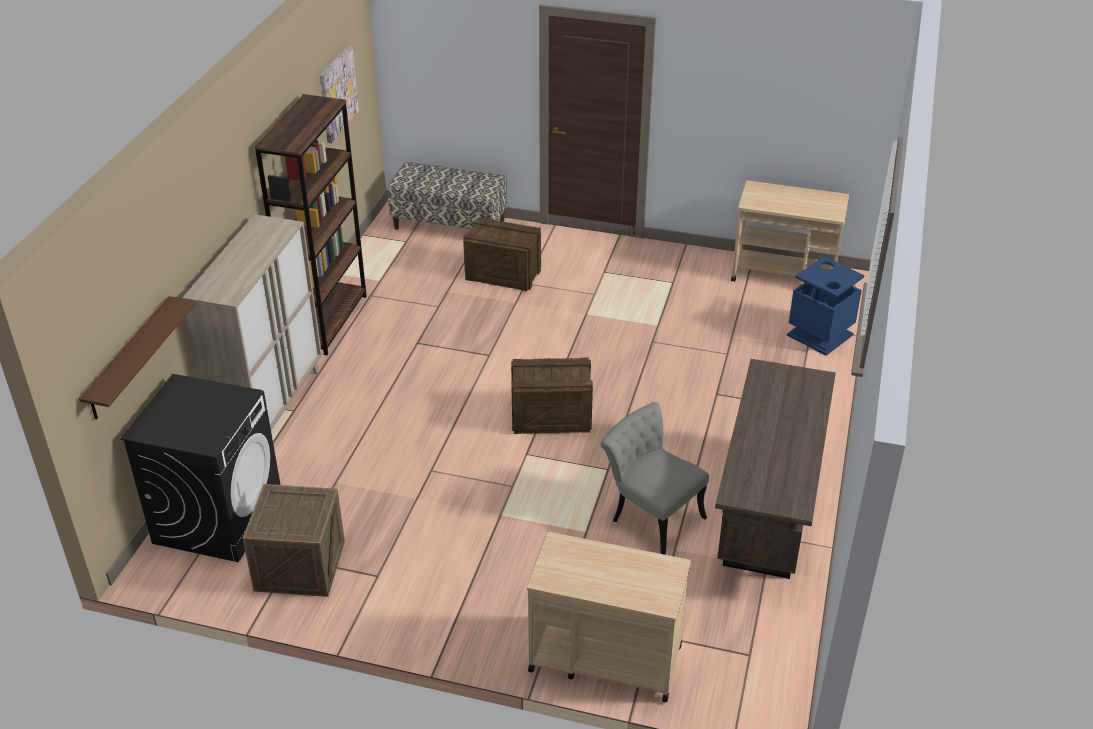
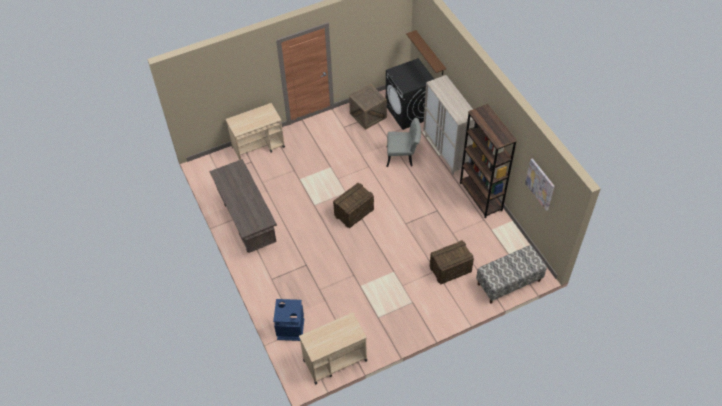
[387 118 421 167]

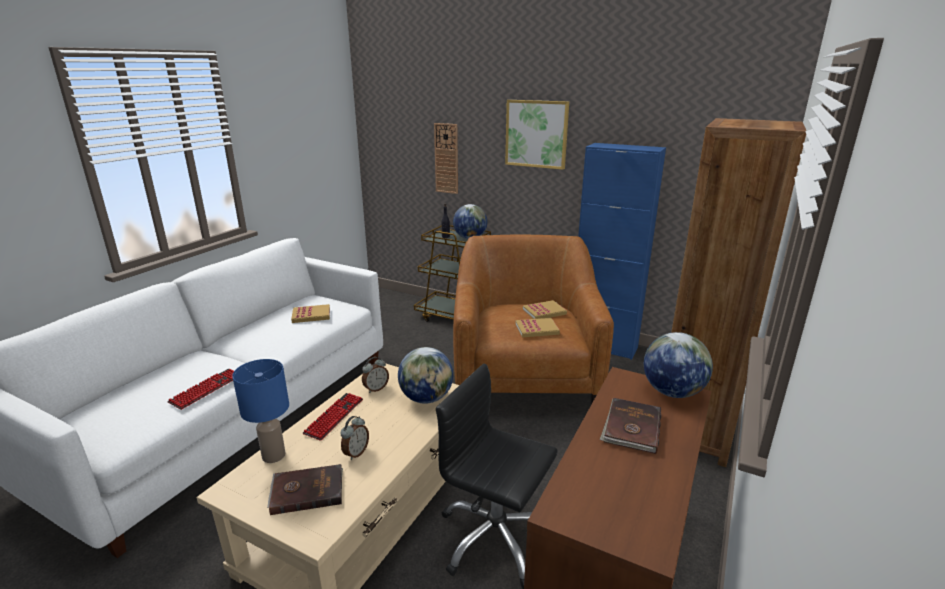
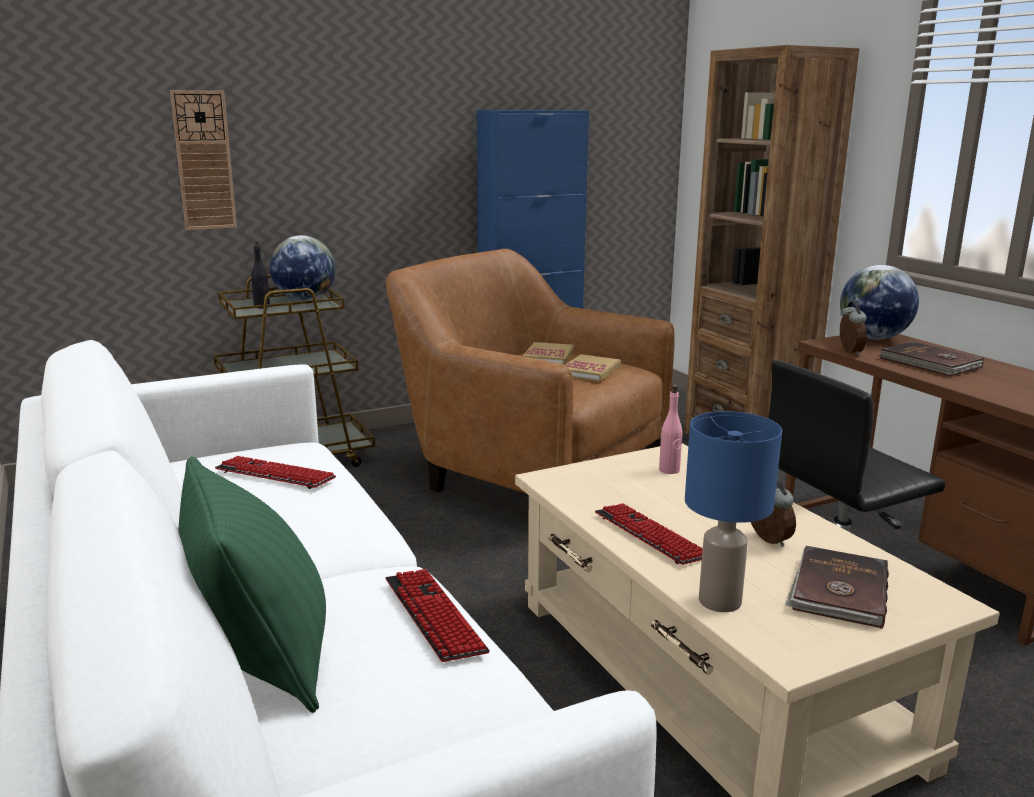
[215 456 336 489]
[840 301 867 356]
[659 384 682 474]
[505 100 569 170] (first image)
[178 456 326 713]

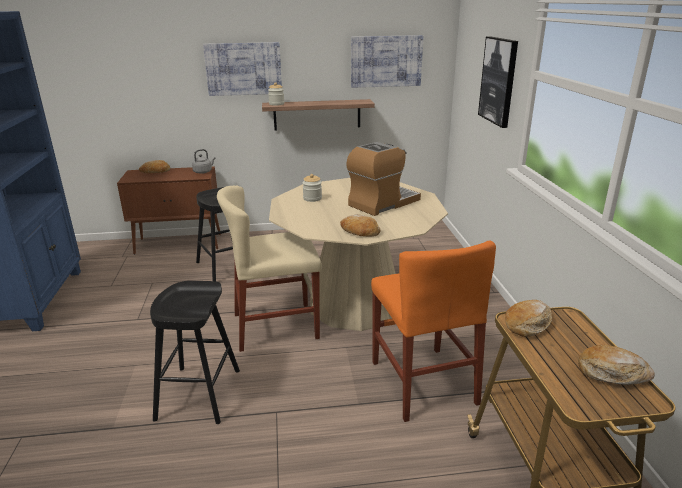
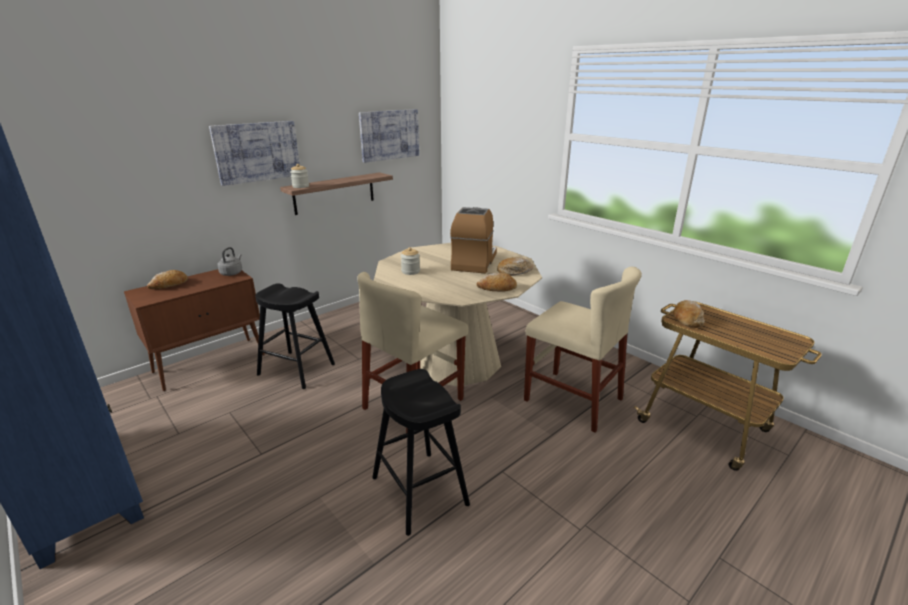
[524 267 642 433]
[478 36 518 128] (first image)
[497 257 533 276]

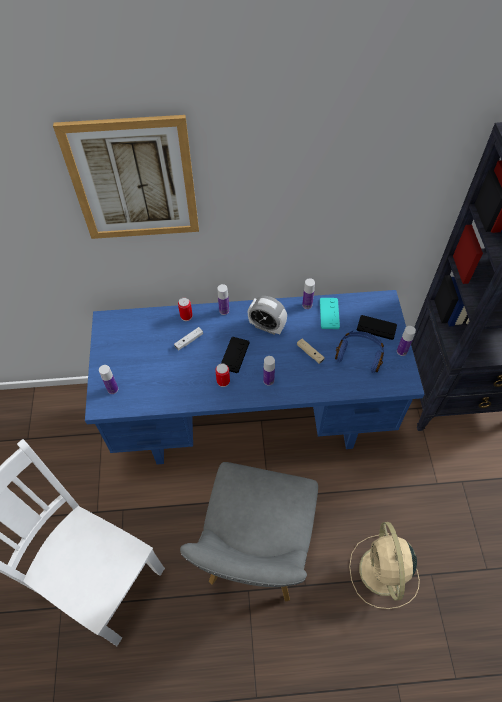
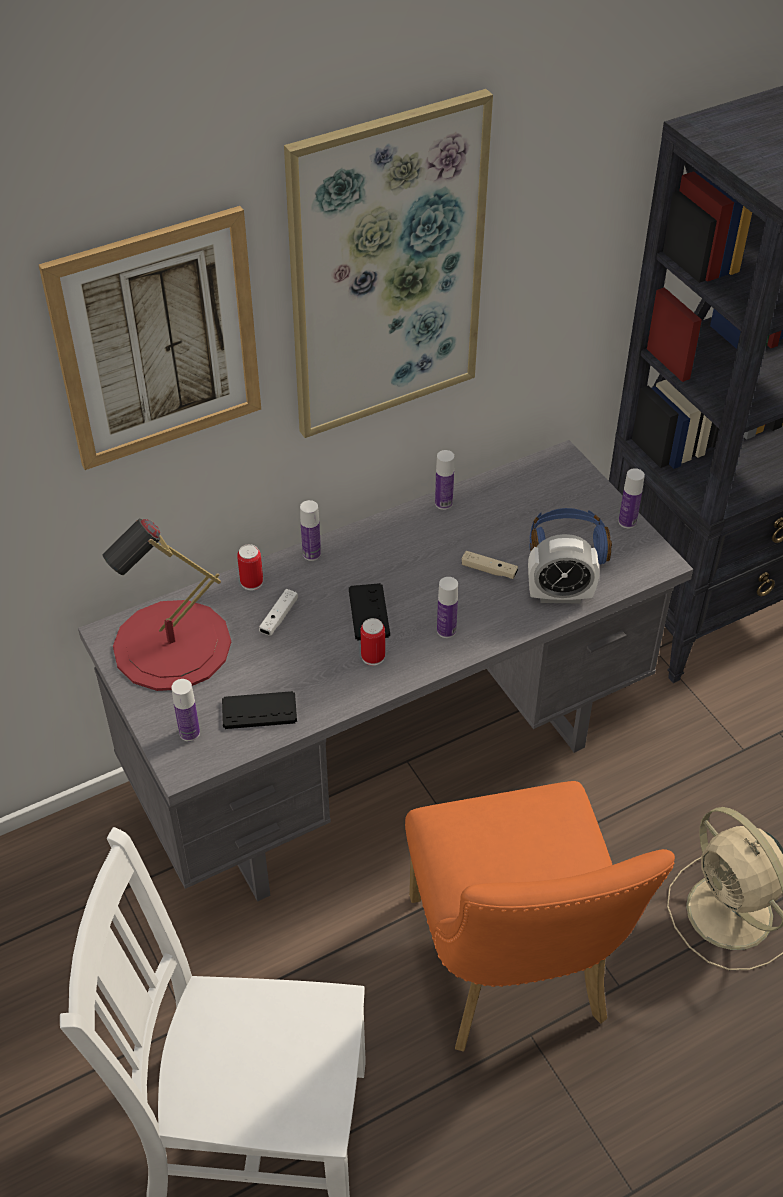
[78 440 693 902]
[405 781 675 1051]
[528 534 599 604]
[320 298 340 329] (first image)
[222 691 297 729]
[102 519 231 691]
[284 89 493 438]

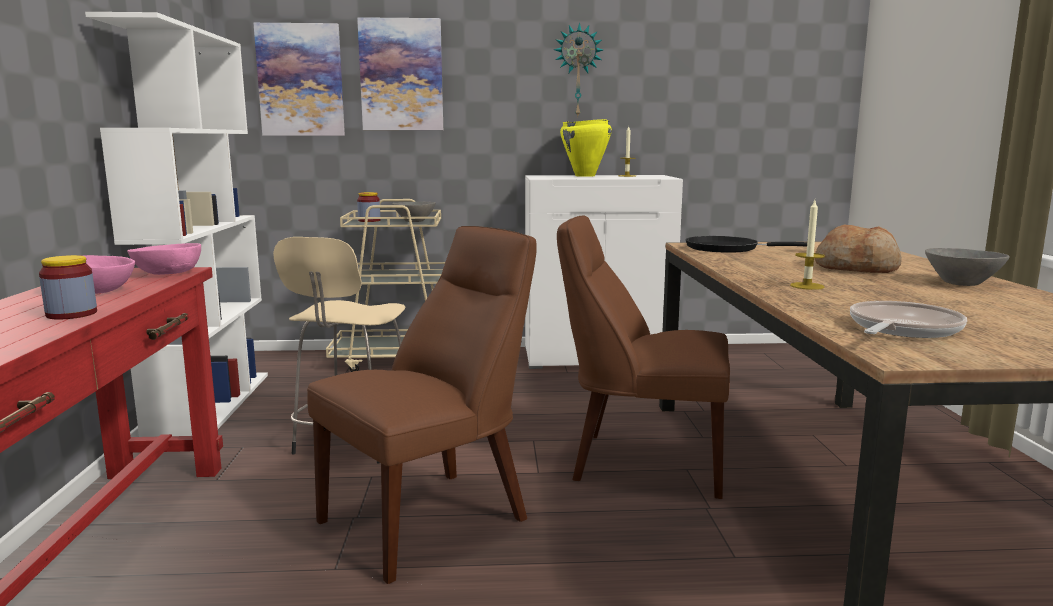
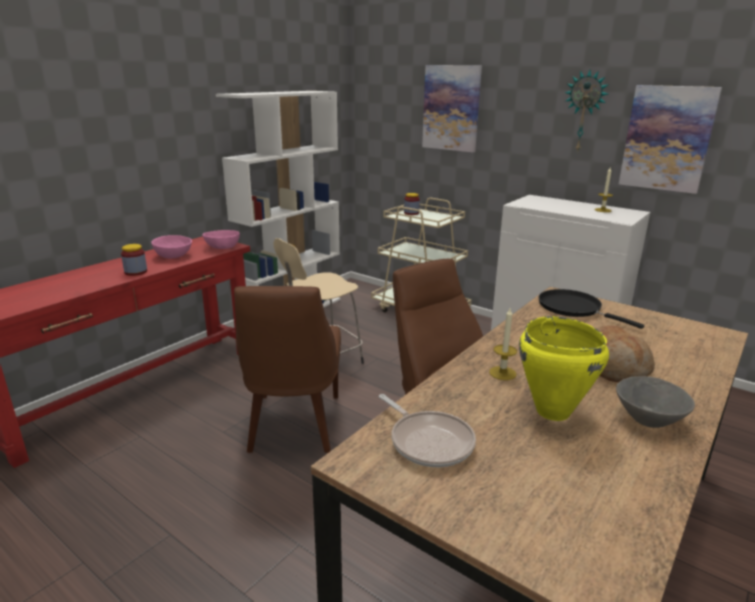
[619 85 722 194]
[234 286 341 453]
[392 202 436 222] (first image)
[519 316 609 421]
[378 394 476 467]

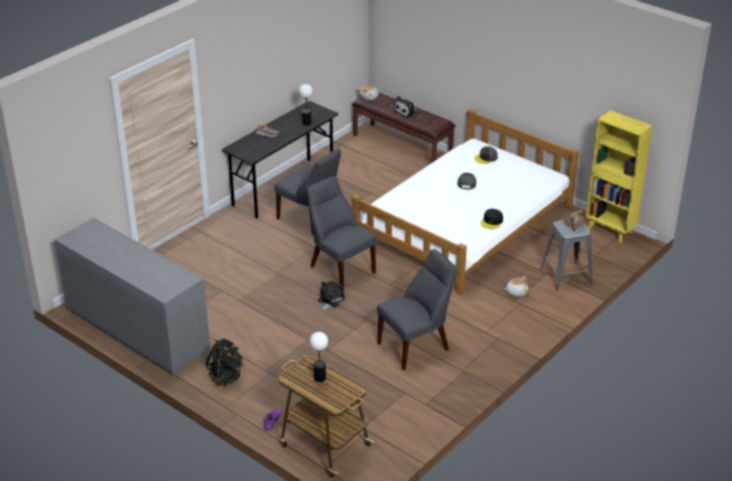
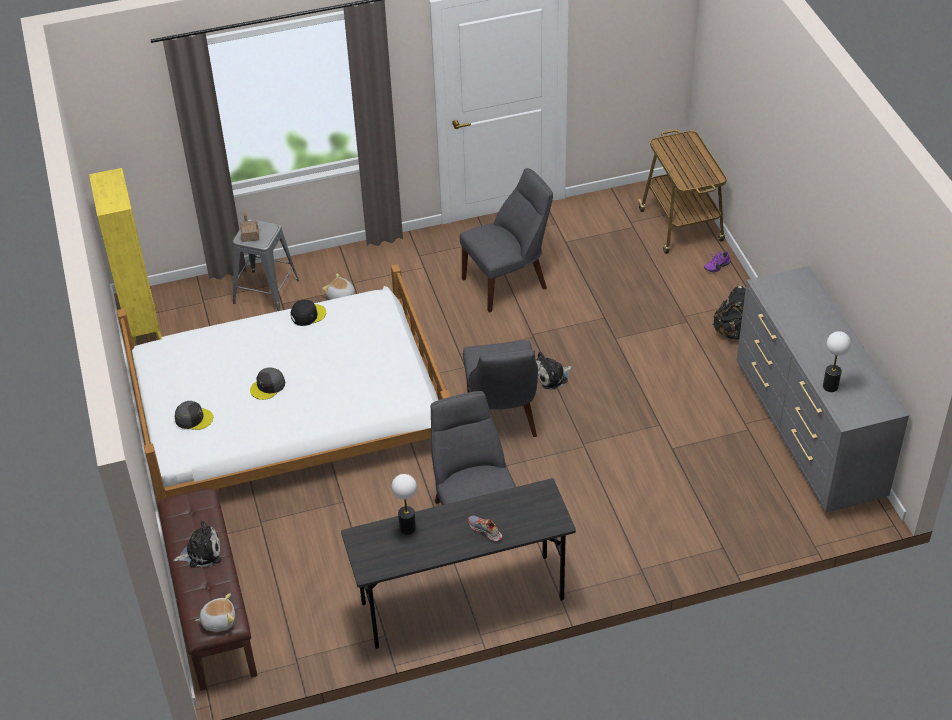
[823 331 851 392]
[460 168 553 313]

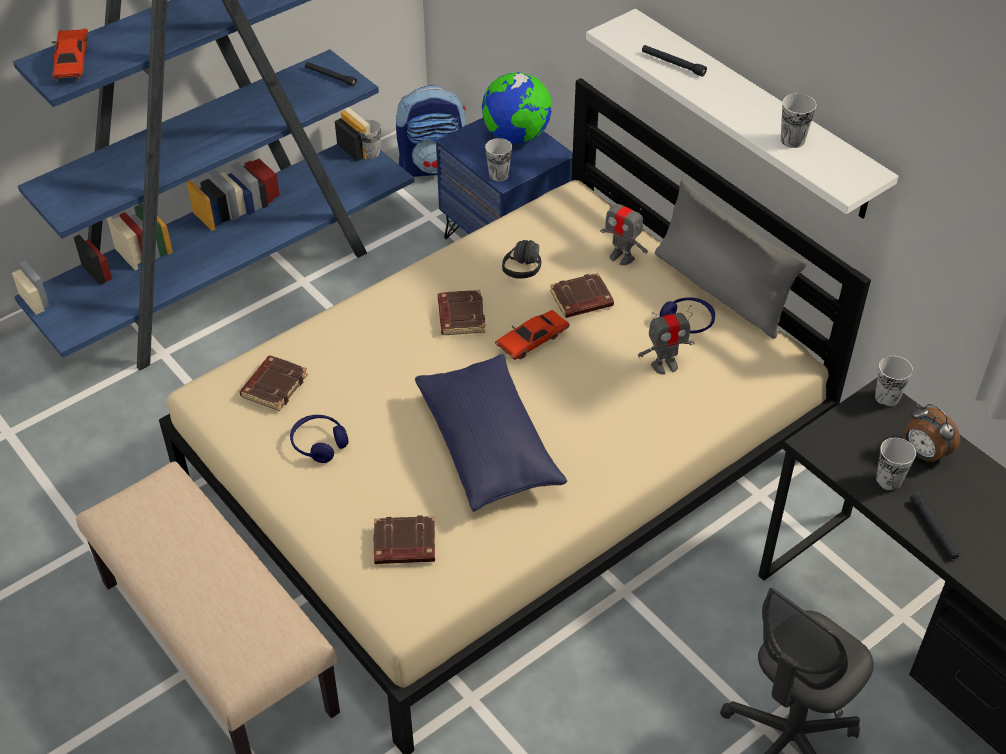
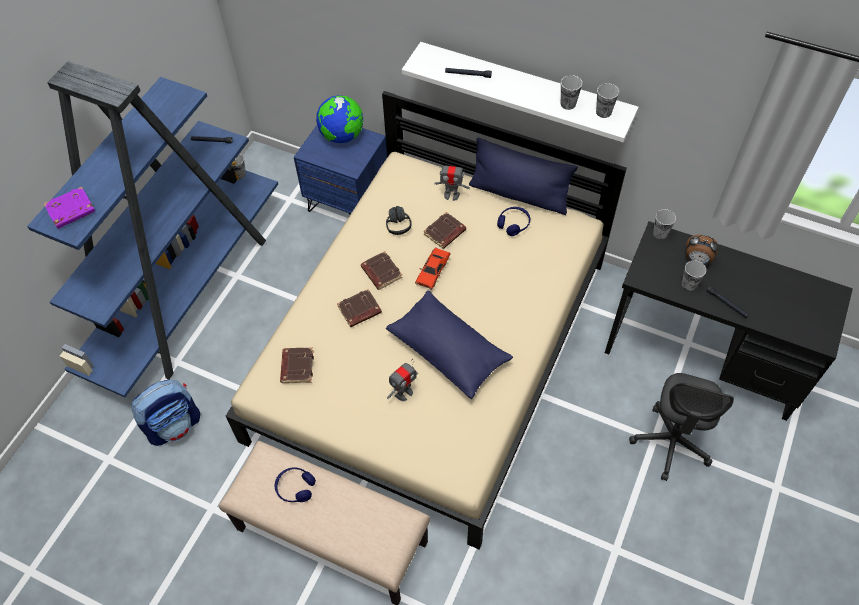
[44 187 95 229]
[275 467 316 502]
[337 289 382 327]
[131 380 200 446]
[596 83 619 118]
[387 359 418 401]
[469 137 578 215]

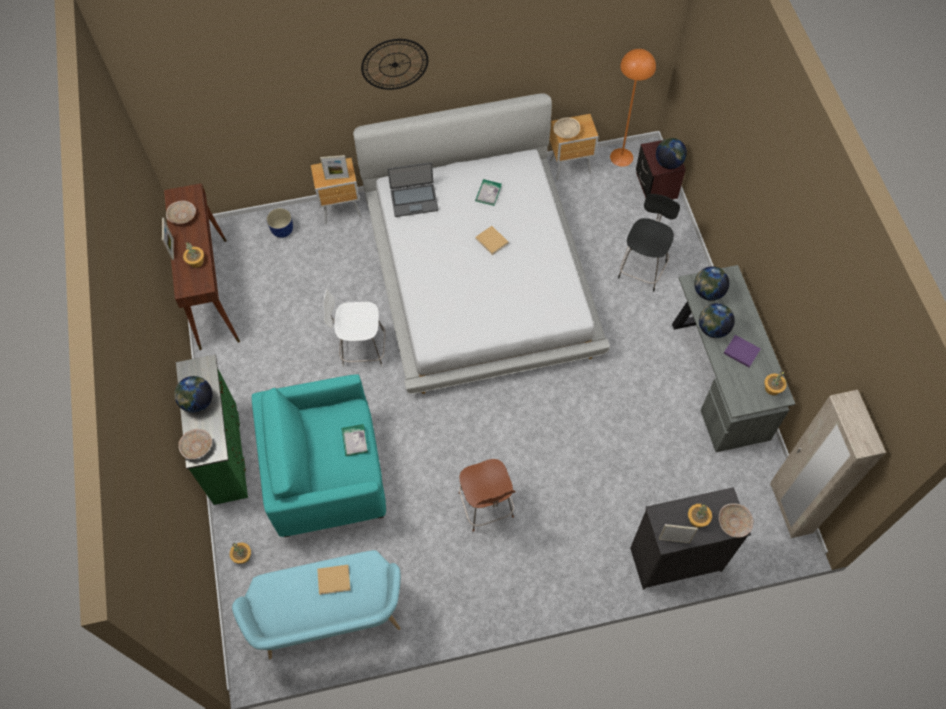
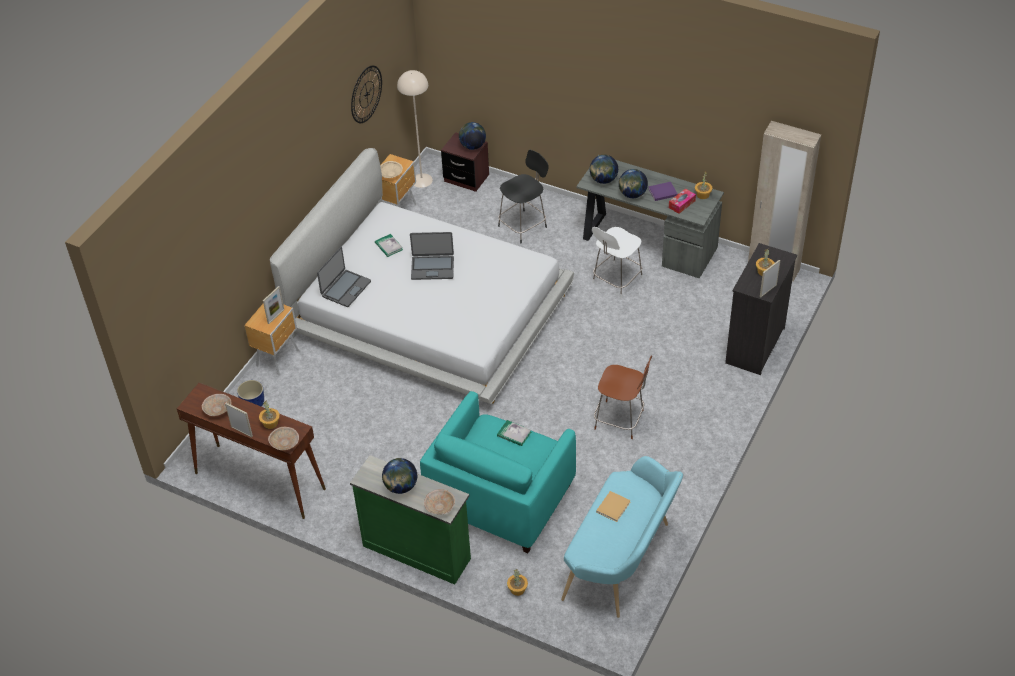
[592 227 643 298]
[351 65 382 123]
[410 232 454 280]
[397 70 433 188]
[498 150 549 244]
[268 427 299 450]
[669 188 696 214]

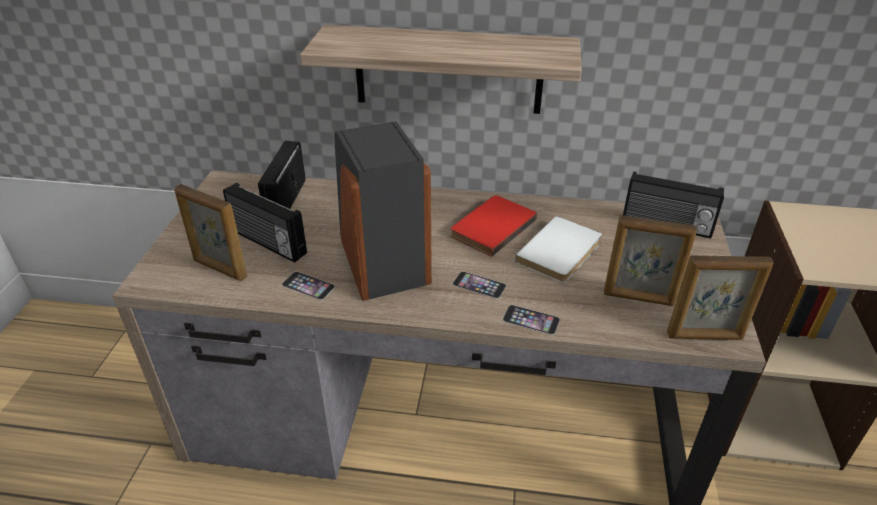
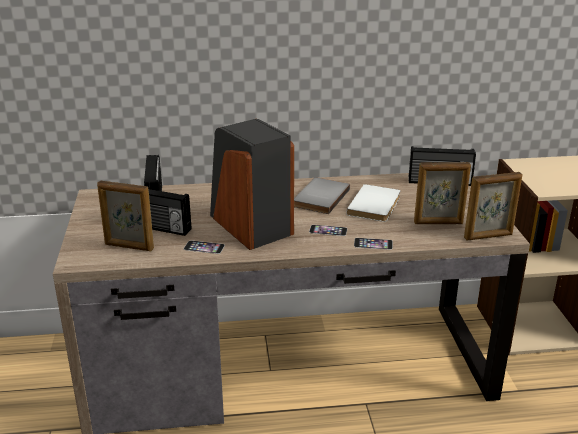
[300 25 582 114] (first image)
[294 178 350 214]

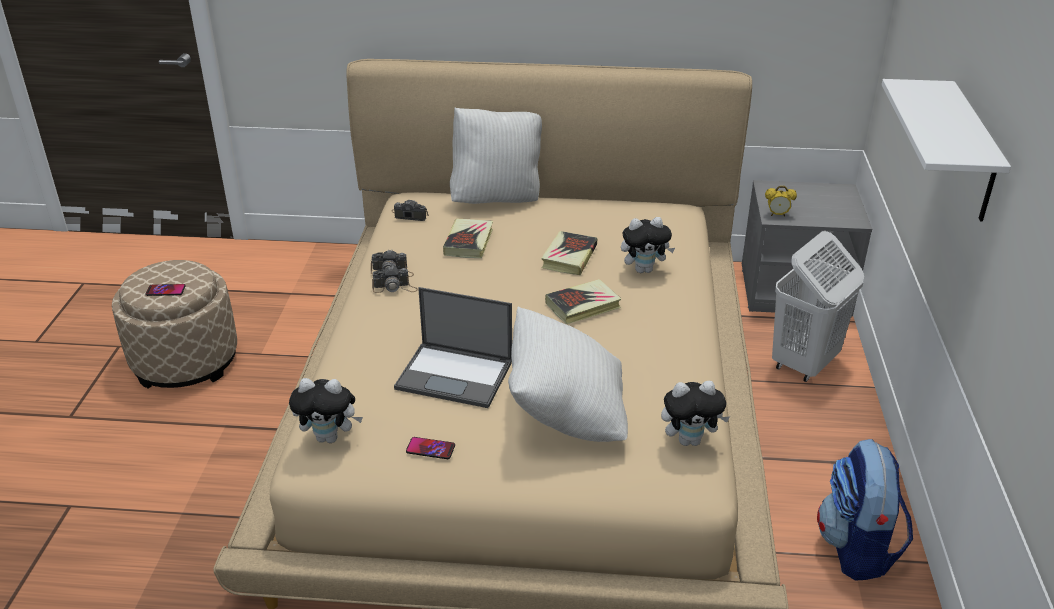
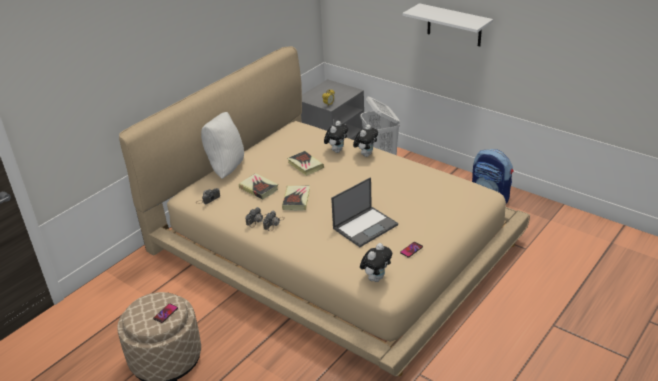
[508 307 628 442] (first image)
[282 186 310 211]
[353 124 378 157]

